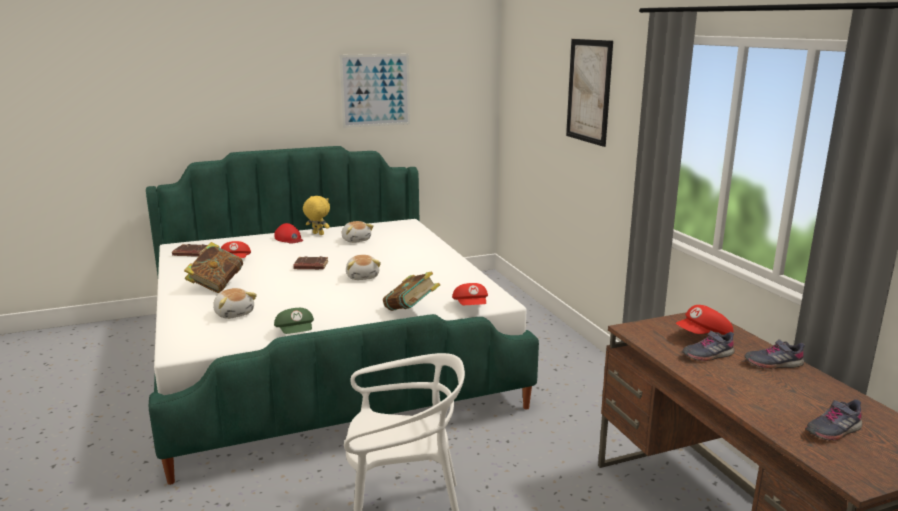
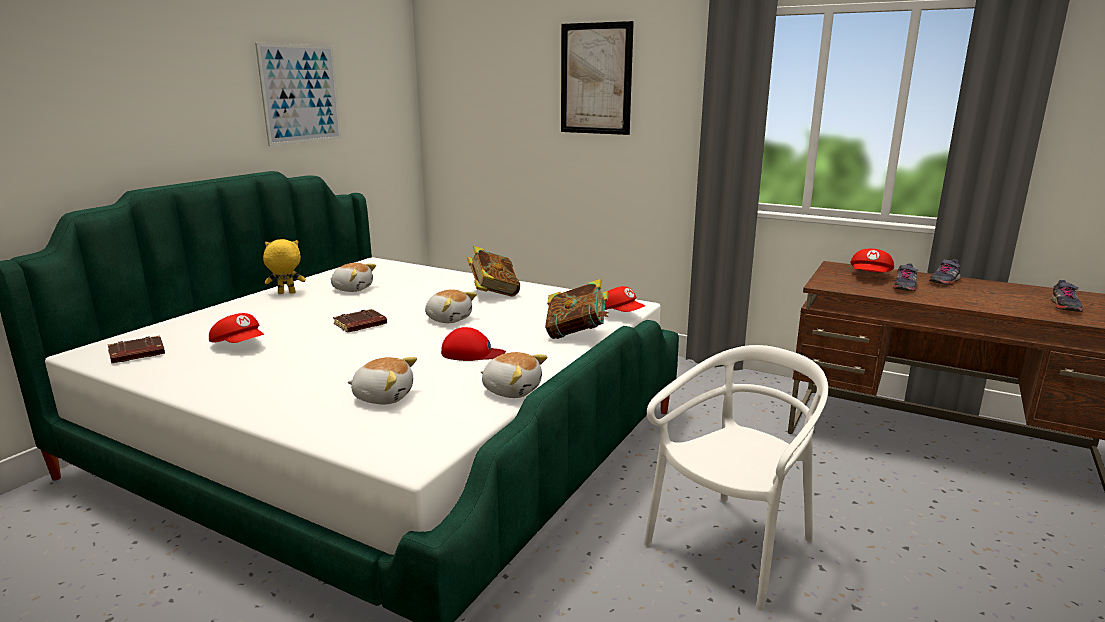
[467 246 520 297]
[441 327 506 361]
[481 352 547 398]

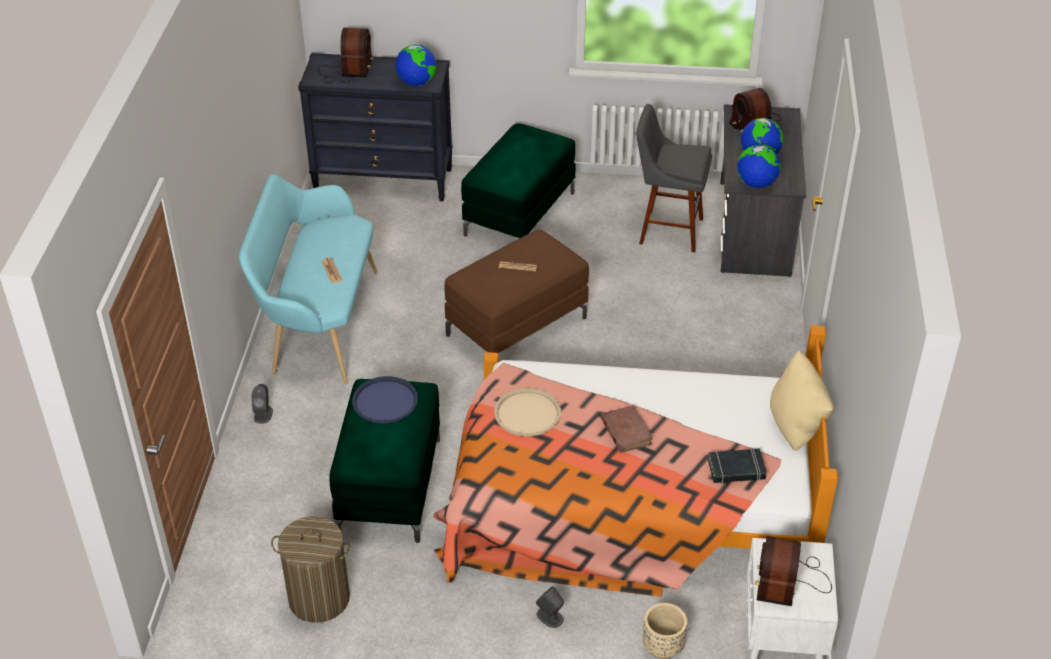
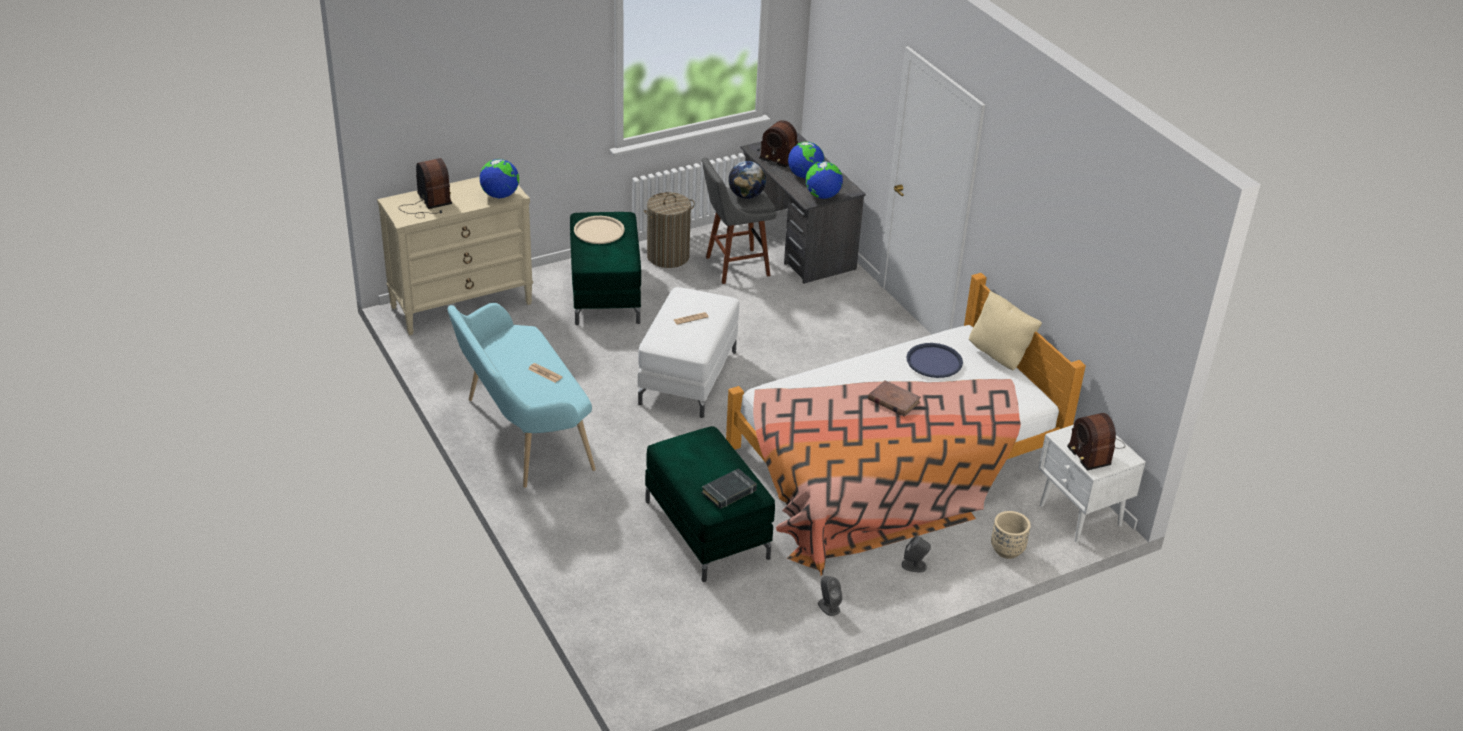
[818 576 843 616]
[644 192 695 268]
[377 177 533 336]
[907 343 963 378]
[637 287 739 418]
[574 216 625 244]
[702 468 757 509]
[728 161 766 199]

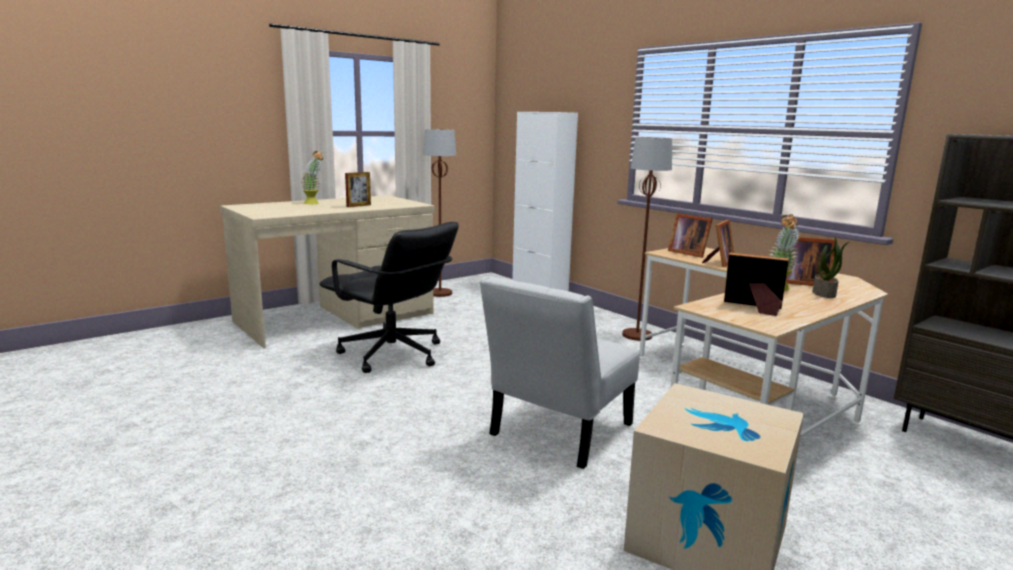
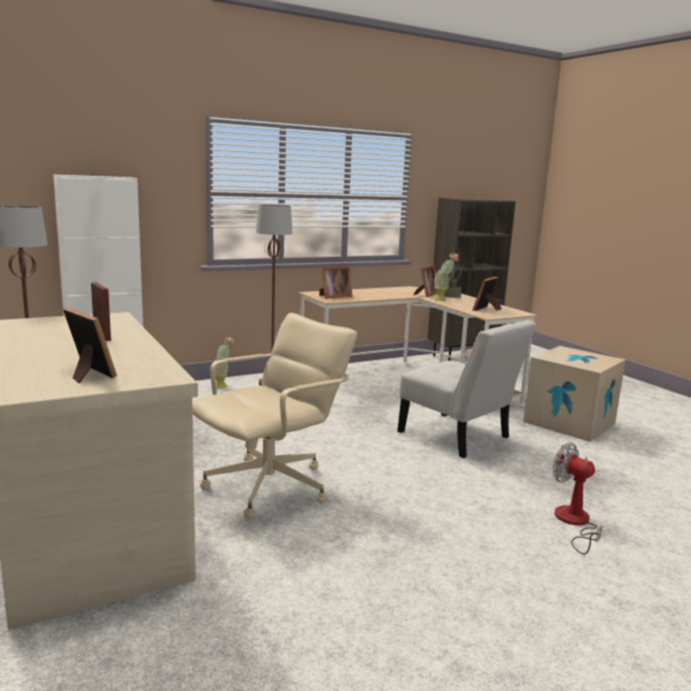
[214 337 234 389]
[192 313 357 520]
[63 307 117 384]
[553 443 603 554]

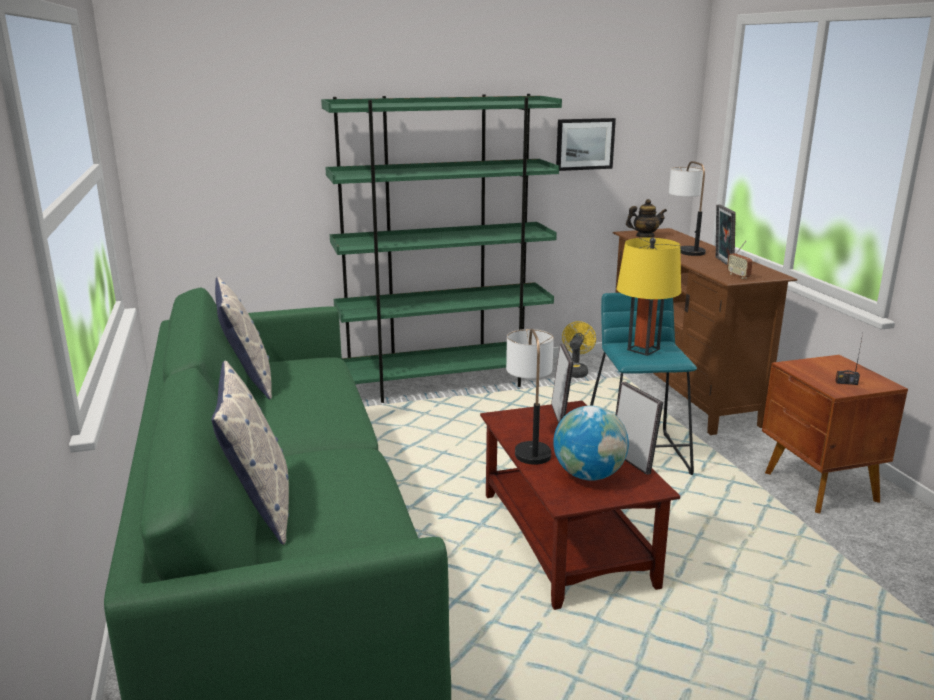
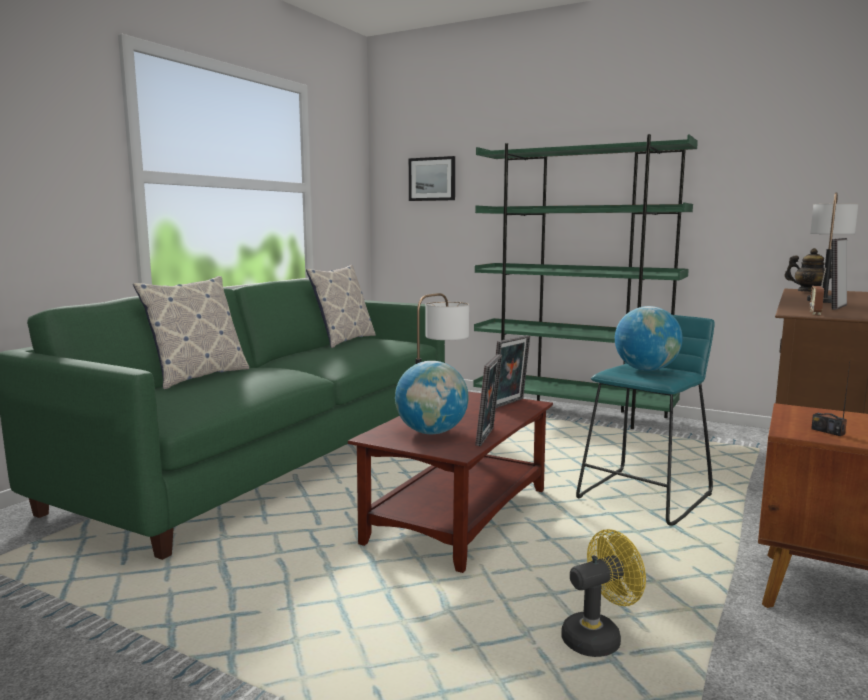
[409 156 455 201]
[561 529 646 657]
[615 306 683 371]

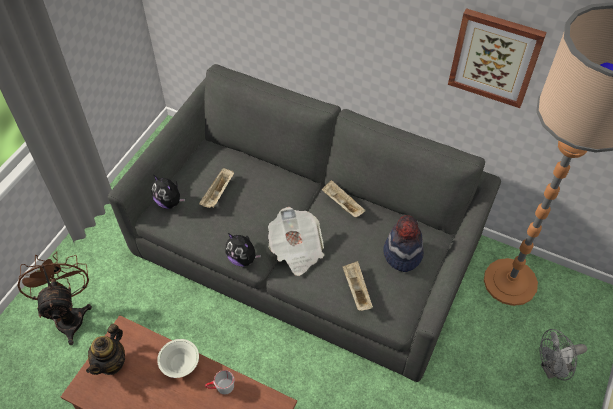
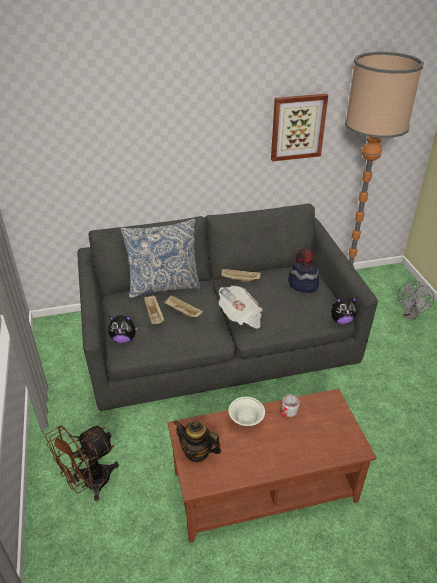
[45 425 119 501]
[173 420 222 462]
[331 297 357 324]
[164 295 203 317]
[121 218 202 298]

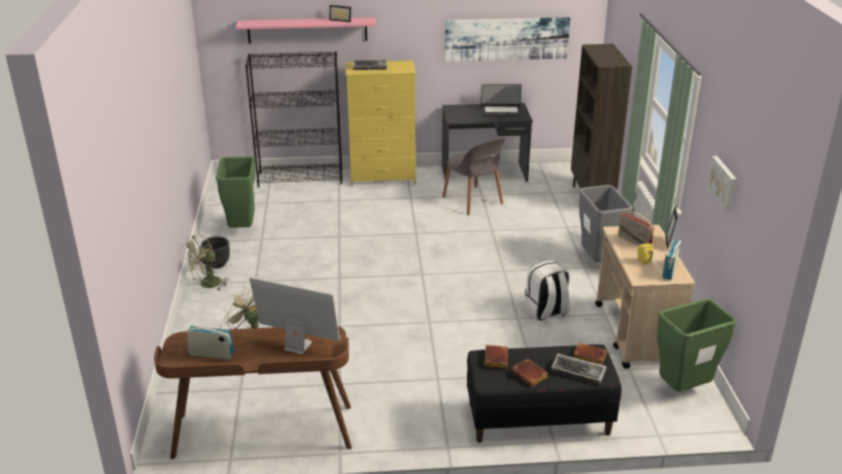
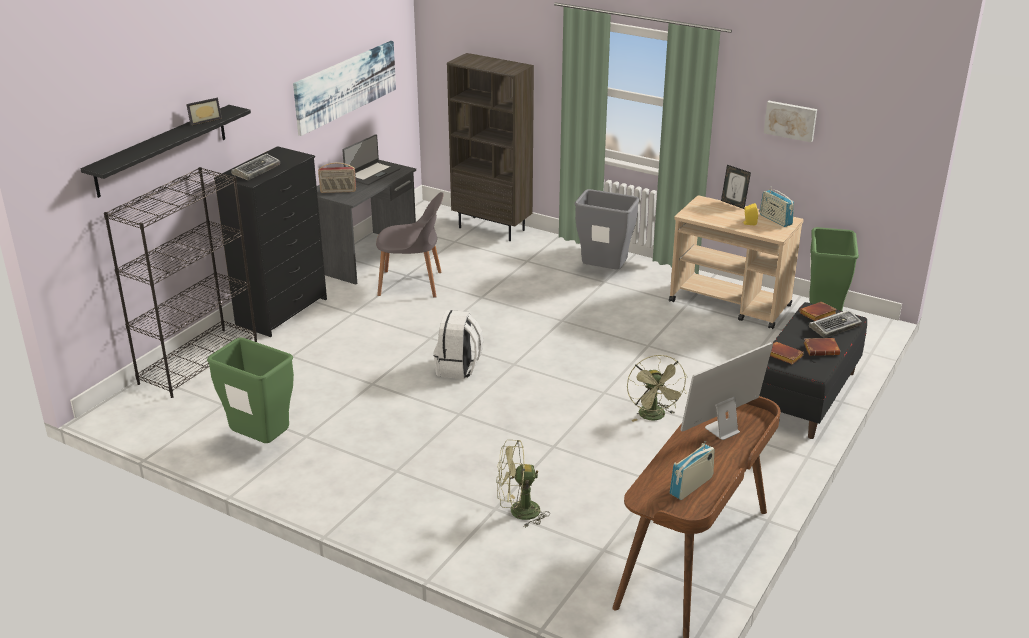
[627 355 687 422]
[201 237 230 268] (first image)
[80 105 251 198]
[214 146 327 337]
[434 310 483 379]
[318 162 356 193]

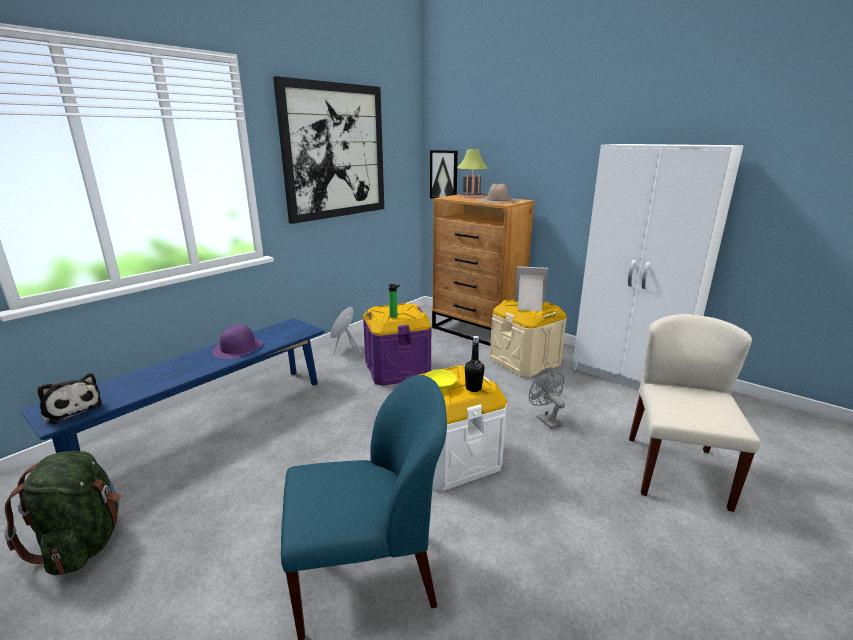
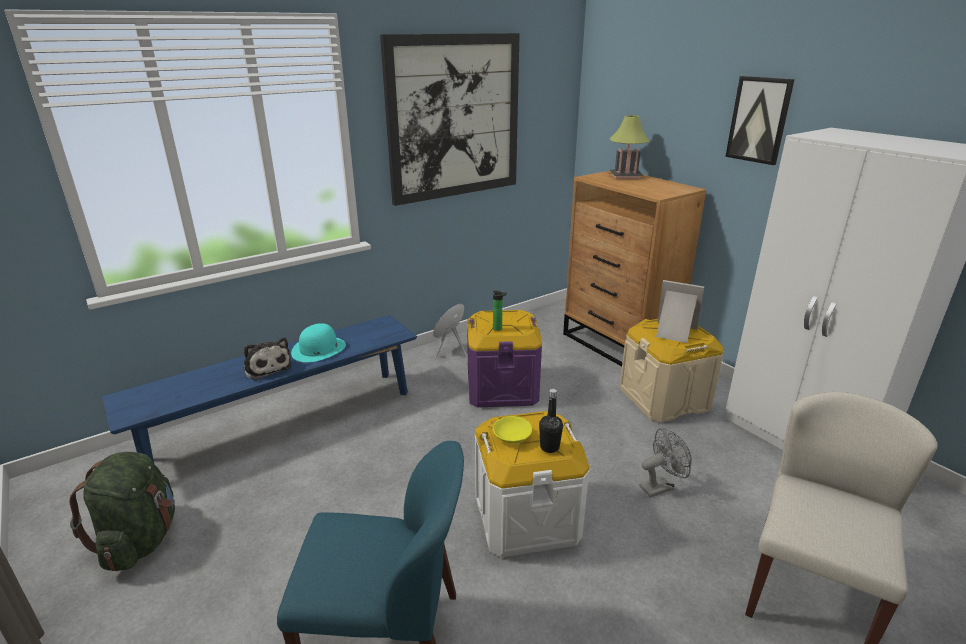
[243 337 292 381]
[291 323 346 362]
[725 76 795 165]
[476 184 520 204] (first image)
[639 428 692 498]

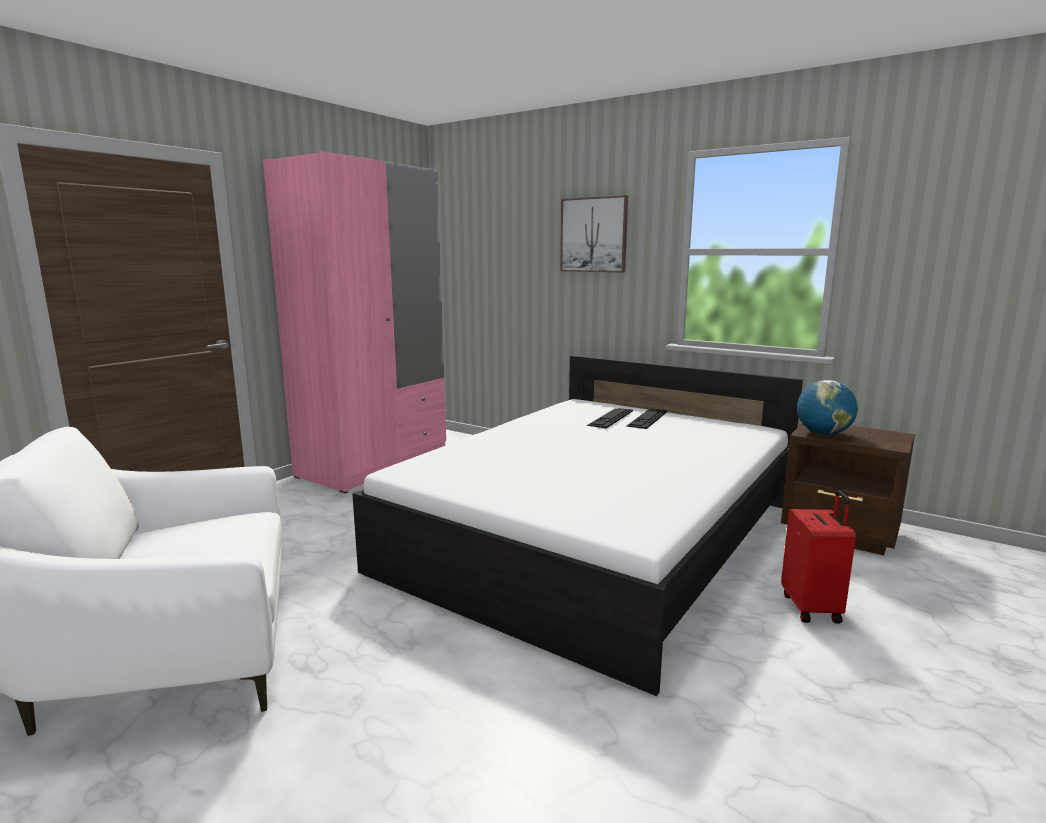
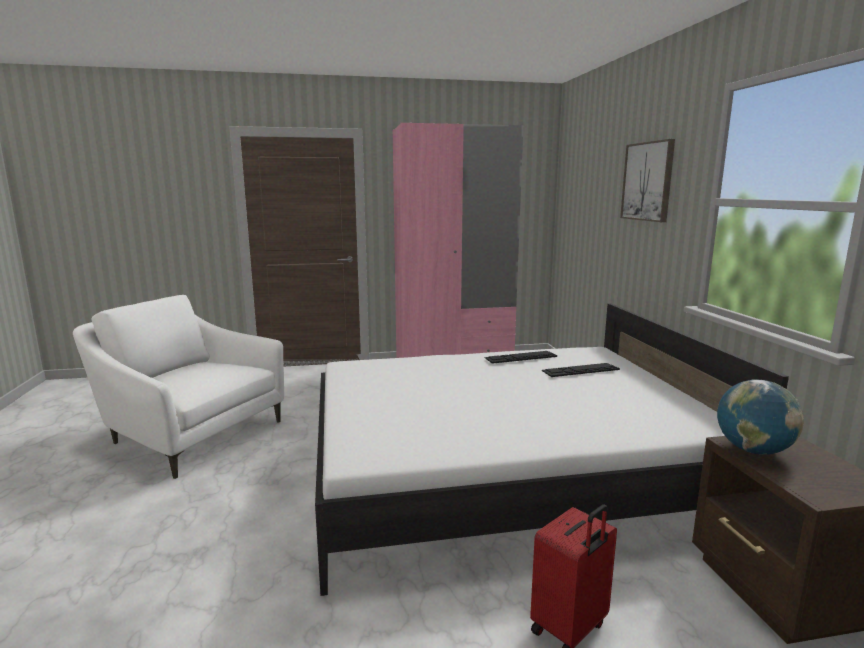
[484 351 557 364]

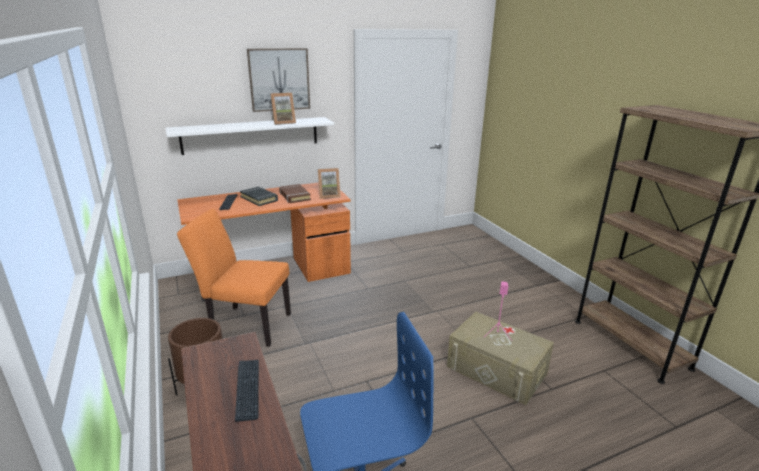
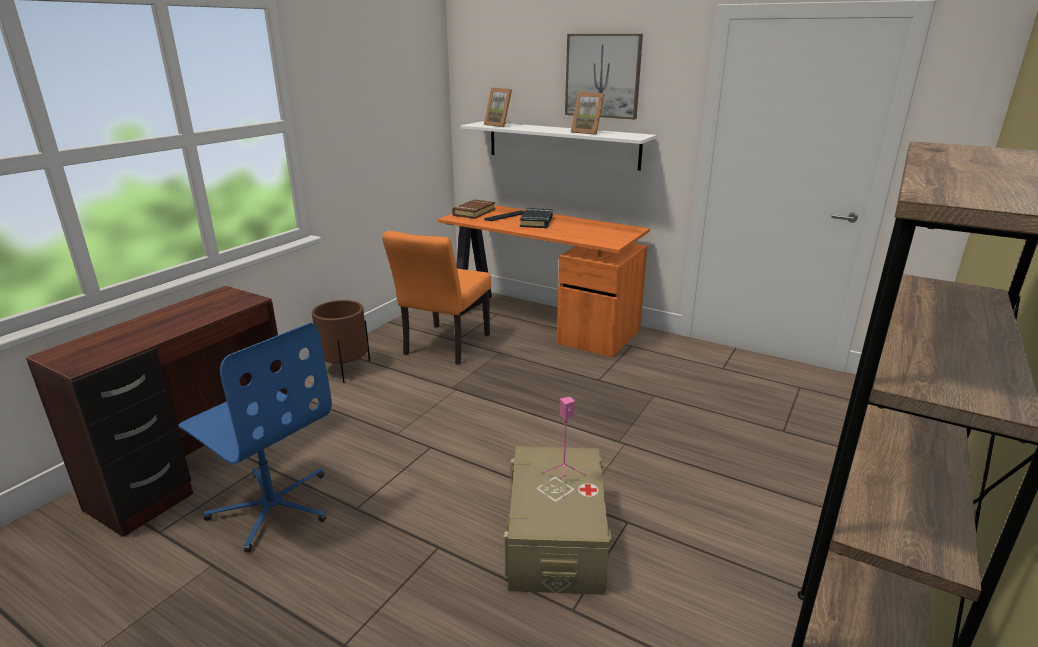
[382 231 491 365]
[235 360 259 422] (first image)
[452 199 495 219]
[484 88 512 127]

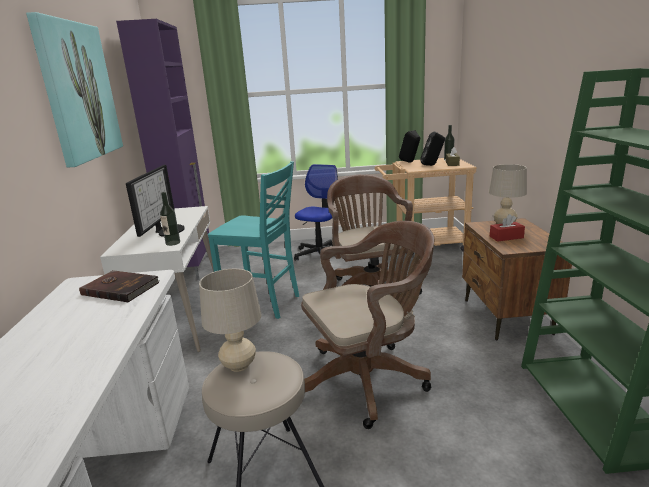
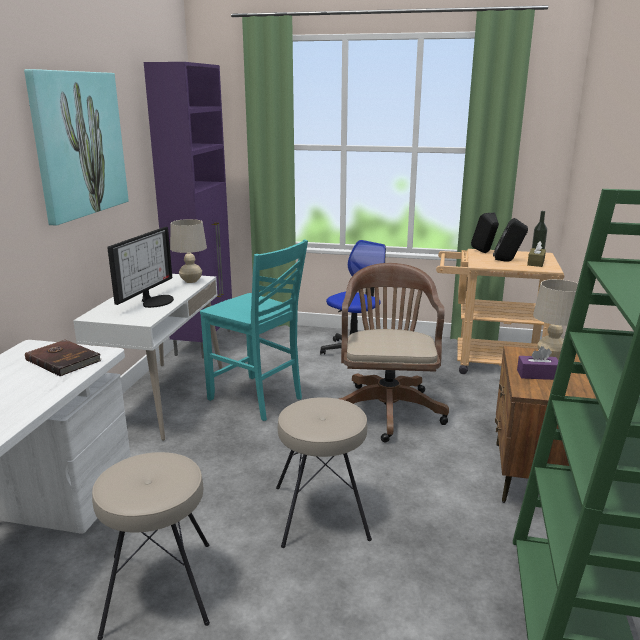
[160 192 180 246] (first image)
[170 219 207 283]
[276 397 372 548]
[517 346 558 380]

